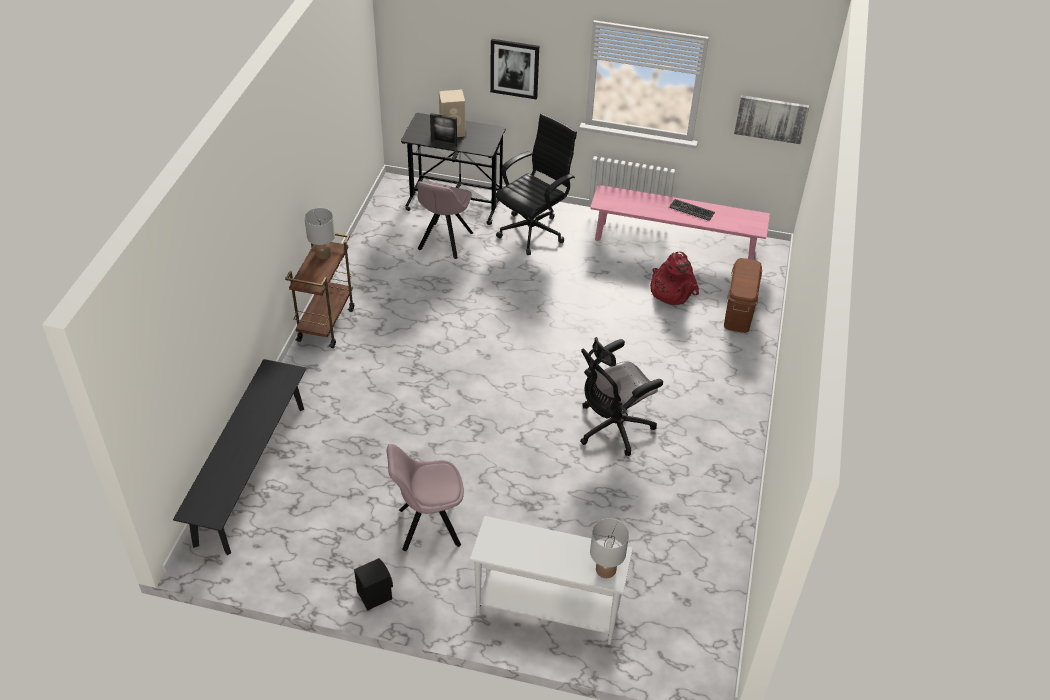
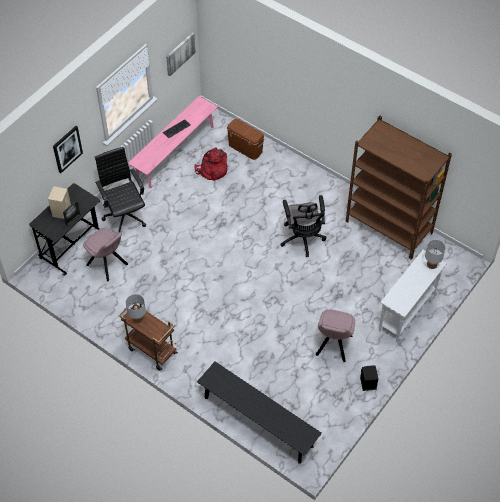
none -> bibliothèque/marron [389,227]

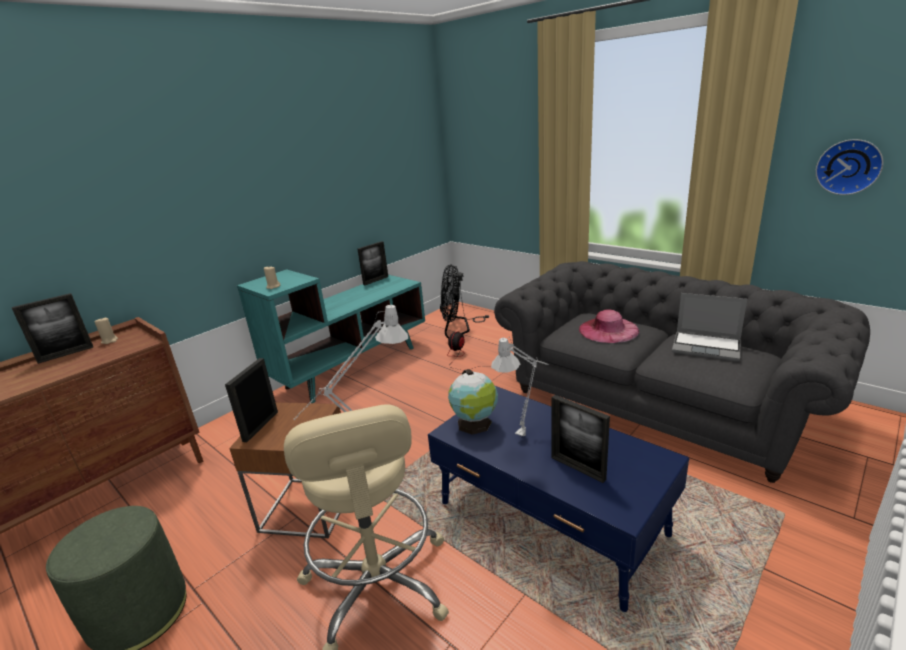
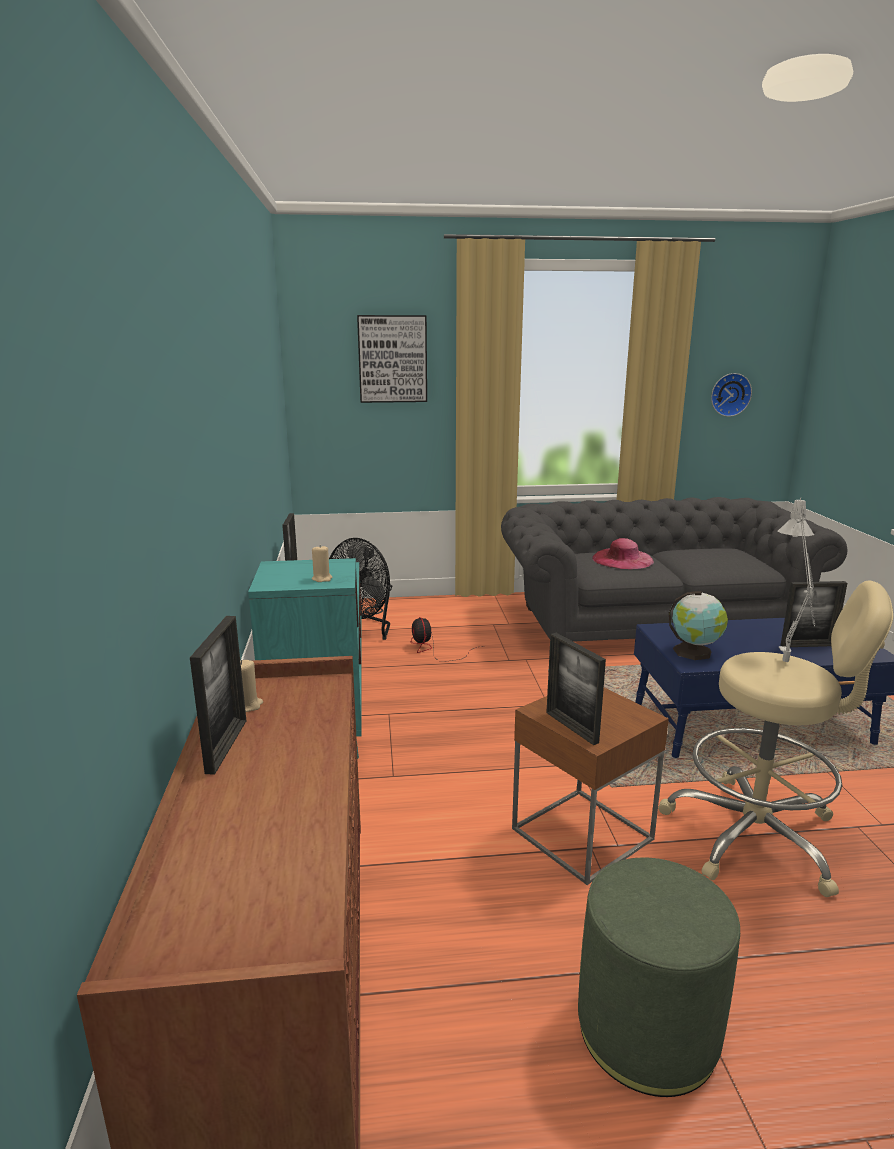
ordinateur portable [707,347] -> none
lampe de table/gris [526,433] -> none
none -> tableau [392,359]

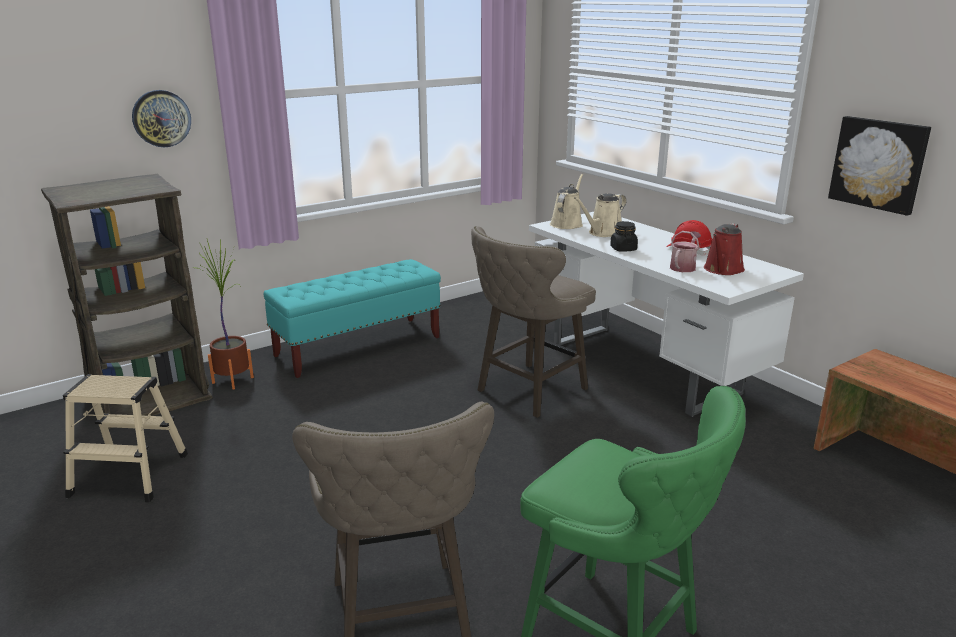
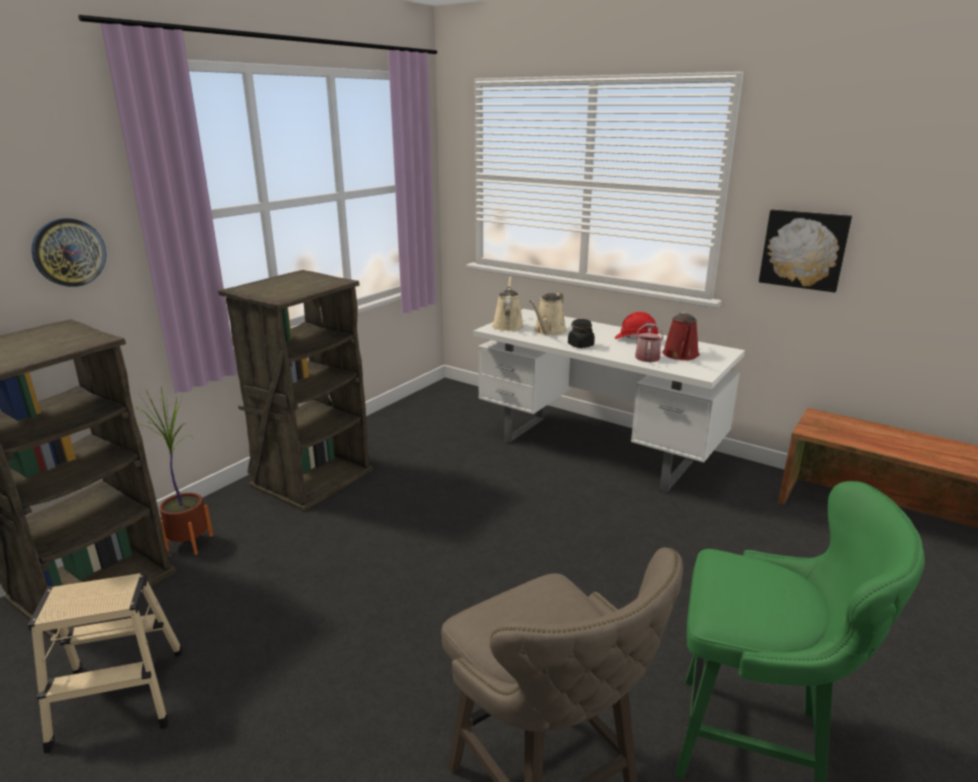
tabouret/beige [528,391] -> none
banc/turquoise [359,347] -> bibliothèque/marron [313,477]

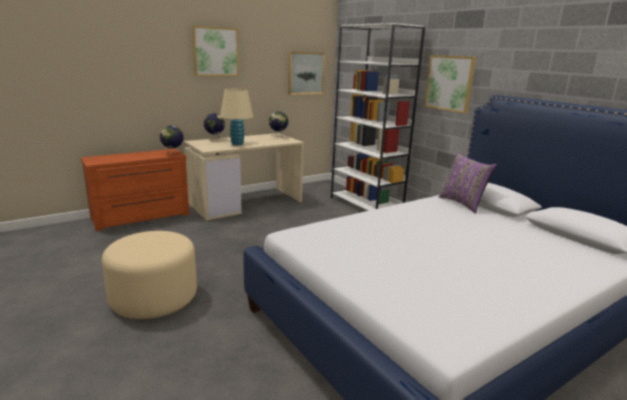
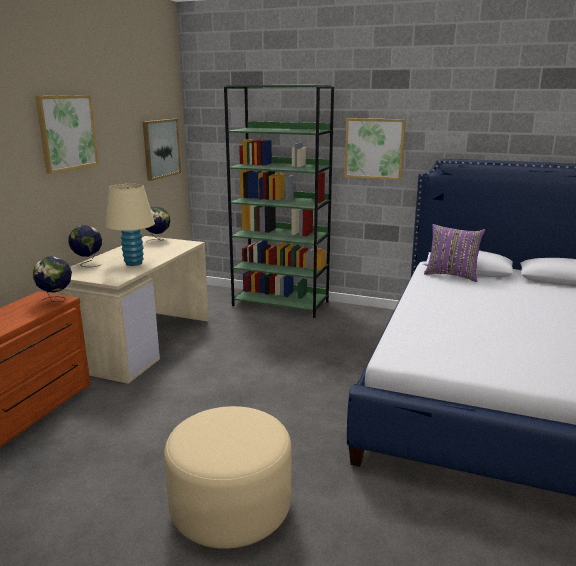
bibliothèque/blanc [366,205] -> bibliothèque/vert [281,303]

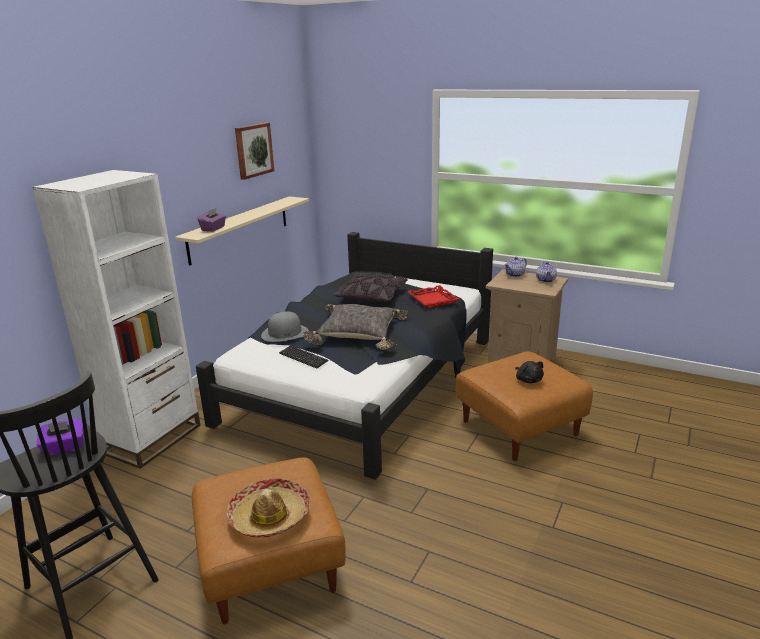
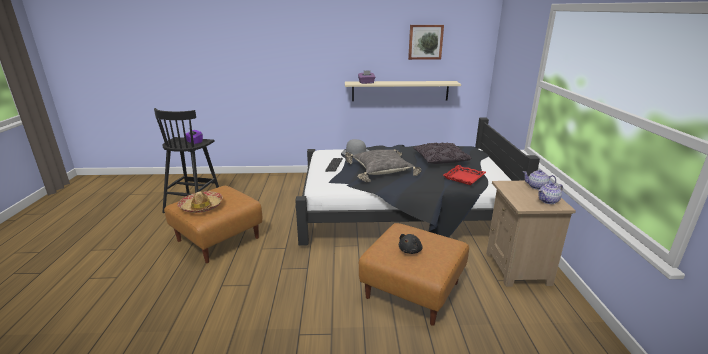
bibliothèque/blanc [151,439] -> none

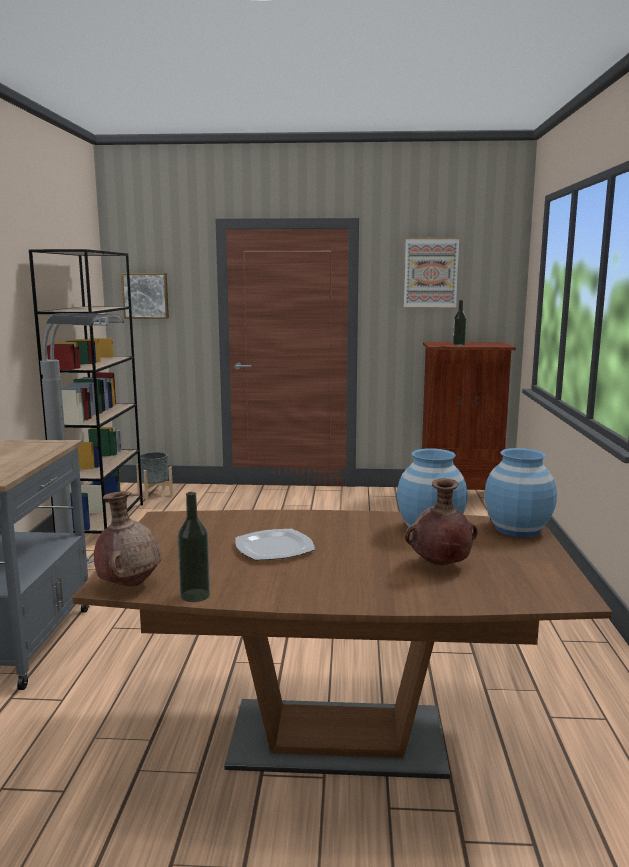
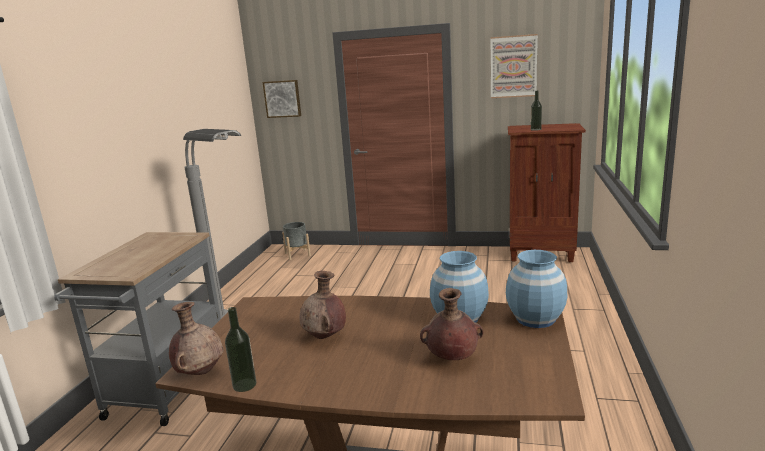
bibliothèque/beige [101,521] -> none
assiette [275,548] -> vase/marron [325,336]

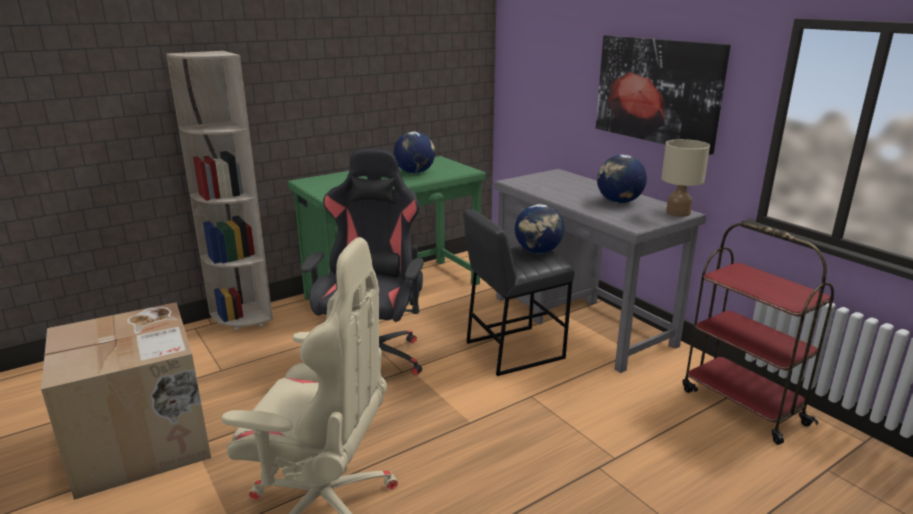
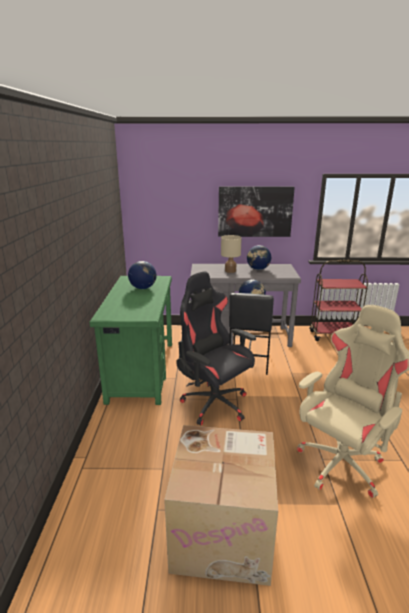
bibliothèque/beige [243,322] -> none
lampe de table/beige [677,213] -> lampe de table/beige [230,271], shifted

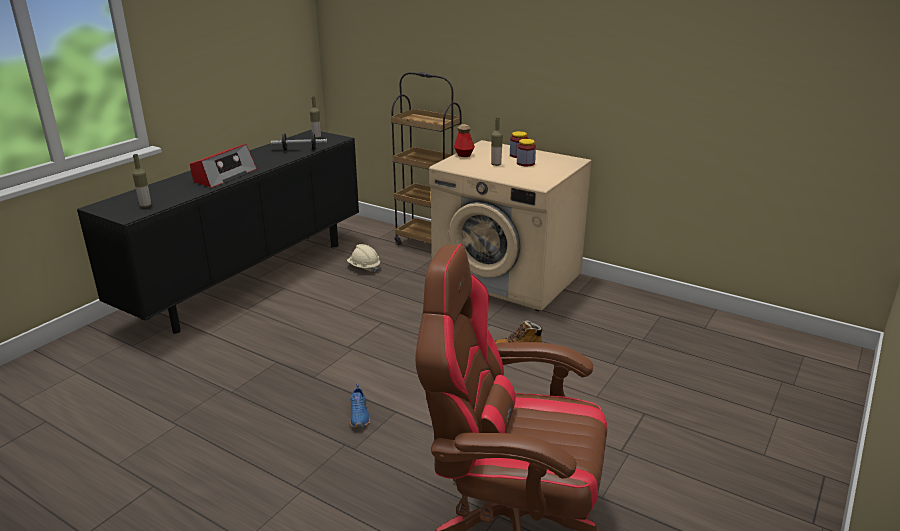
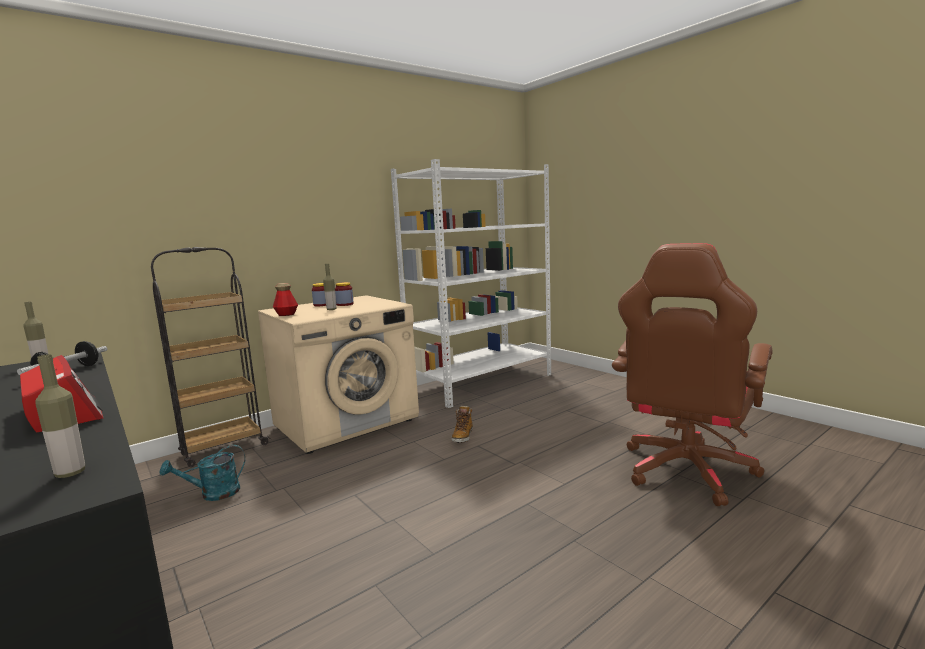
casque de chantier/beige [364,267] -> arrosoir/turquoise [213,494]
chaussure/bleu [360,416] -> none
none -> bibliothèque/blanc [481,382]

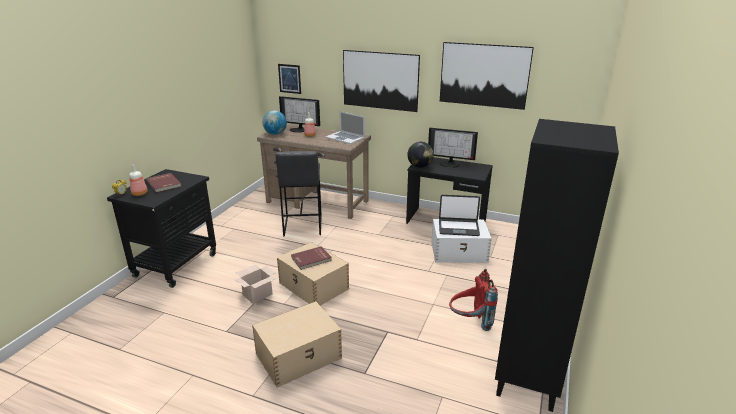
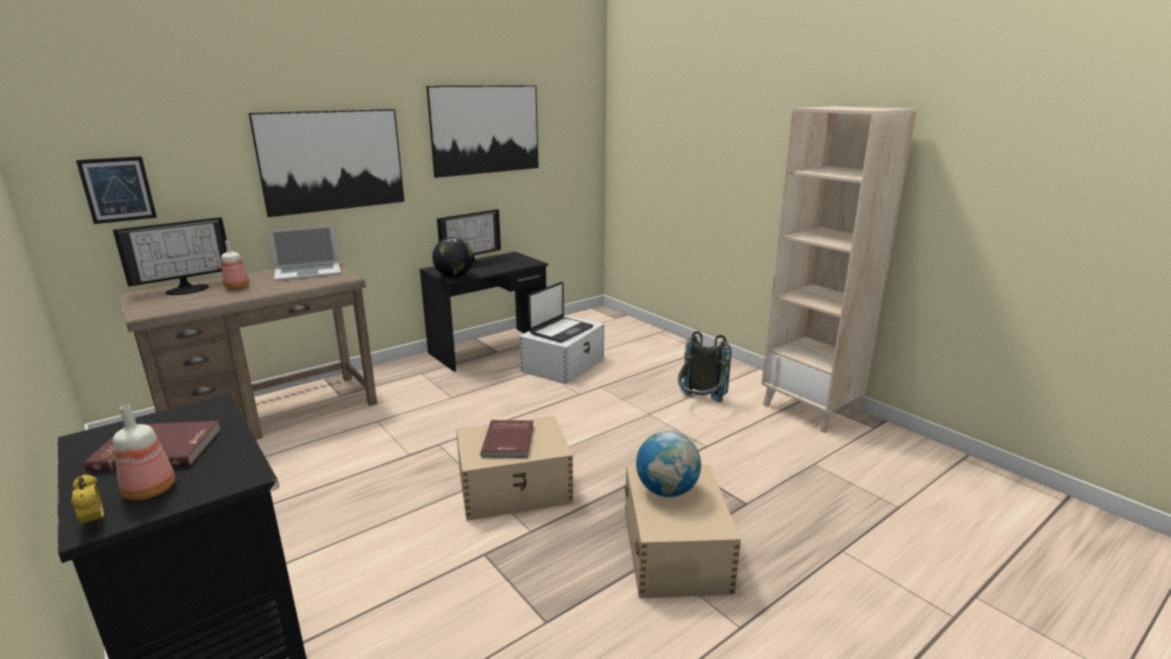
globe [275,134] -> globe [666,491], shifted
bibliothèque/noir [528,380] -> bibliothèque/beige [811,409]
tabouret/gris [302,226] -> none
carton [258,294] -> none
sac à dos/rouge [470,322] -> sac à dos/gris [700,405]

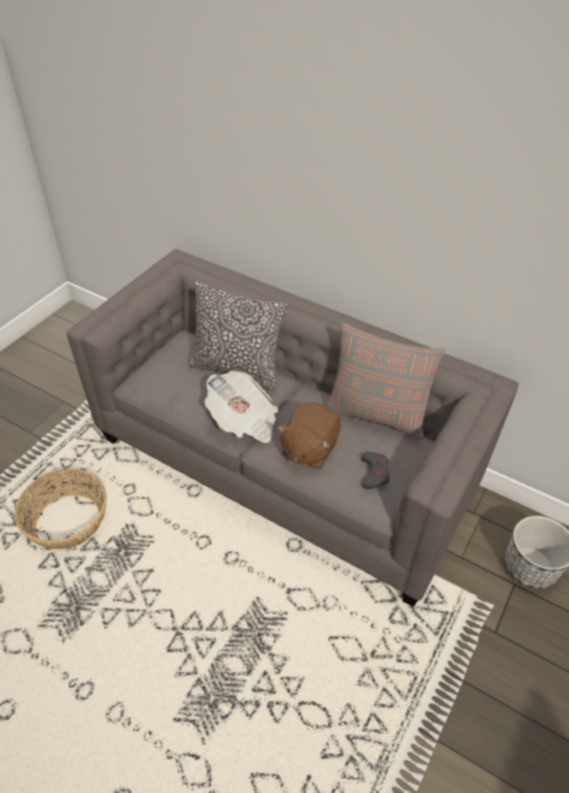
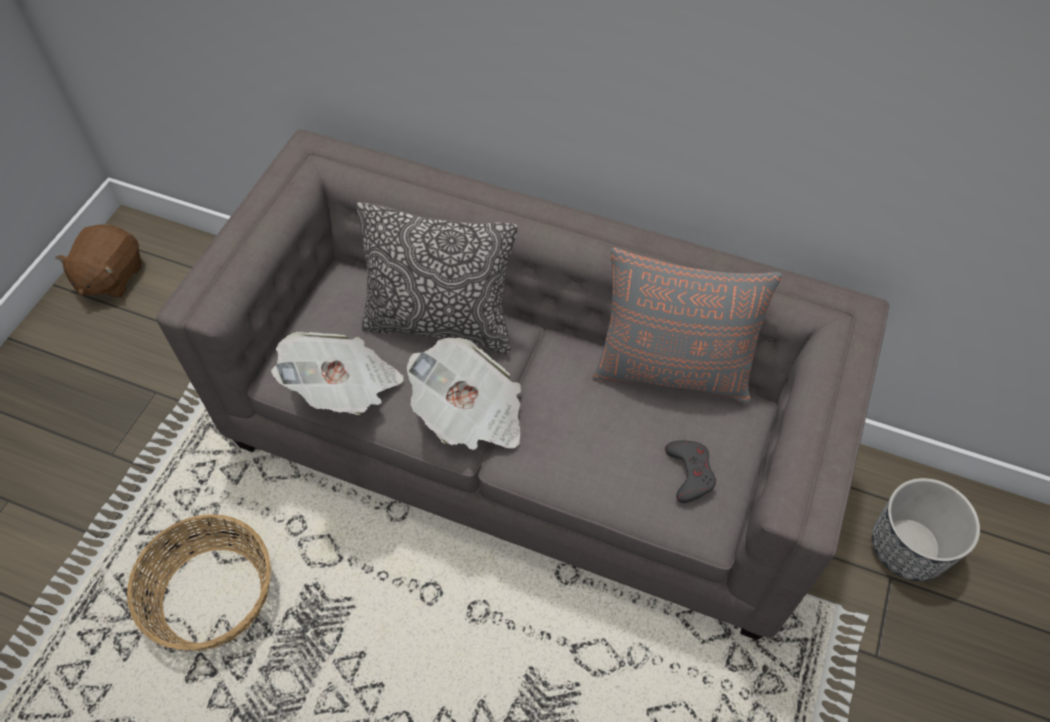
peluche/marron [308,448] -> peluche/marron [110,277], shifted
none -> journal [344,387]

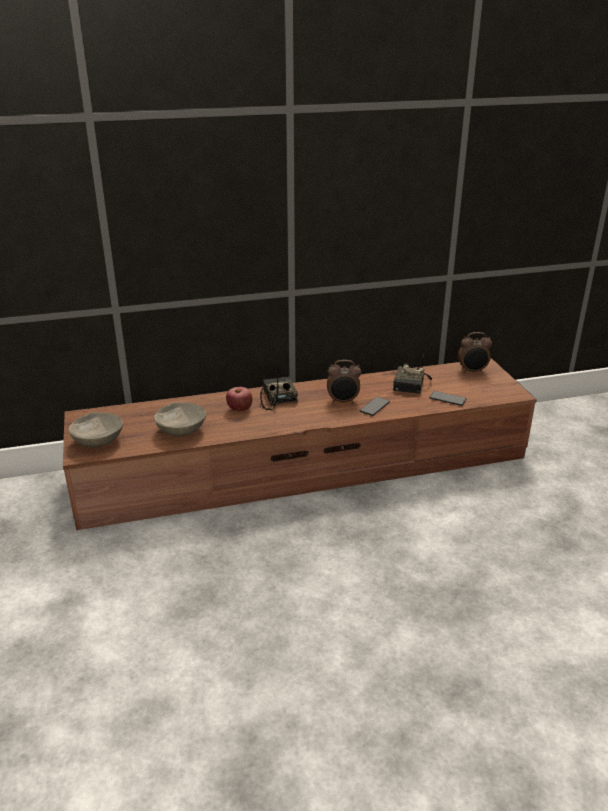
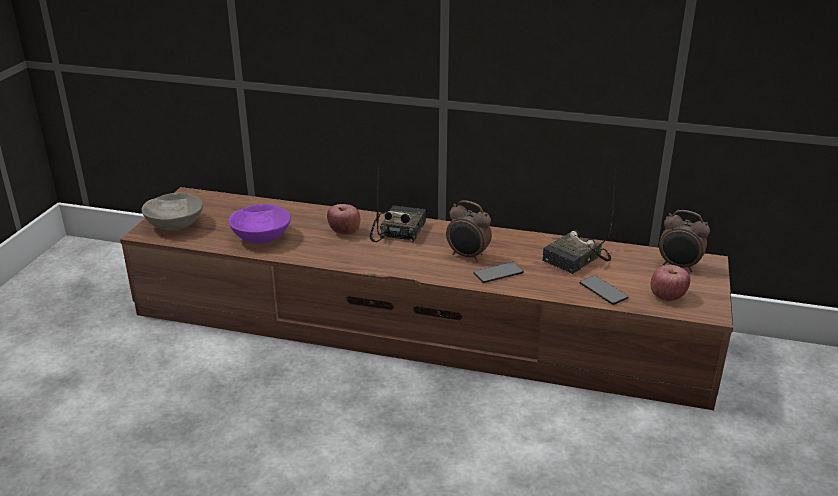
bol/gris [181,431] -> bol/violet [260,238]
none -> pomme [667,296]

